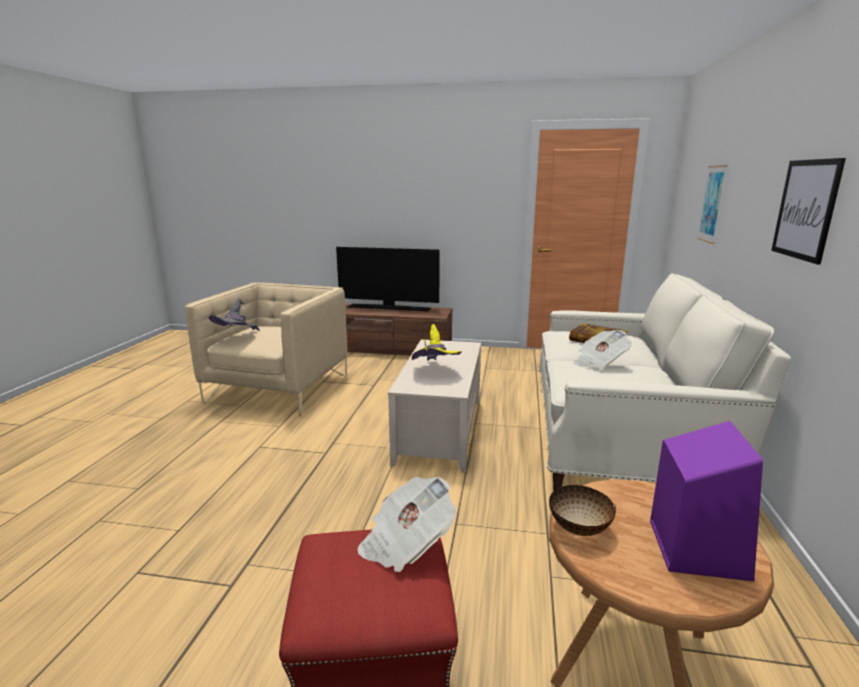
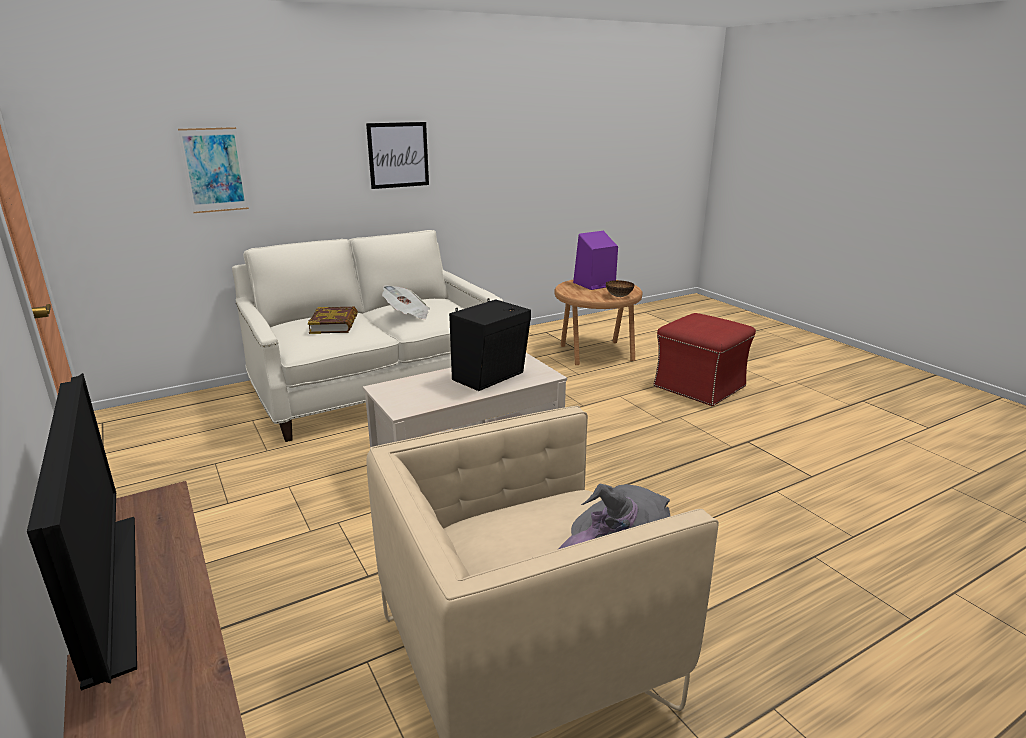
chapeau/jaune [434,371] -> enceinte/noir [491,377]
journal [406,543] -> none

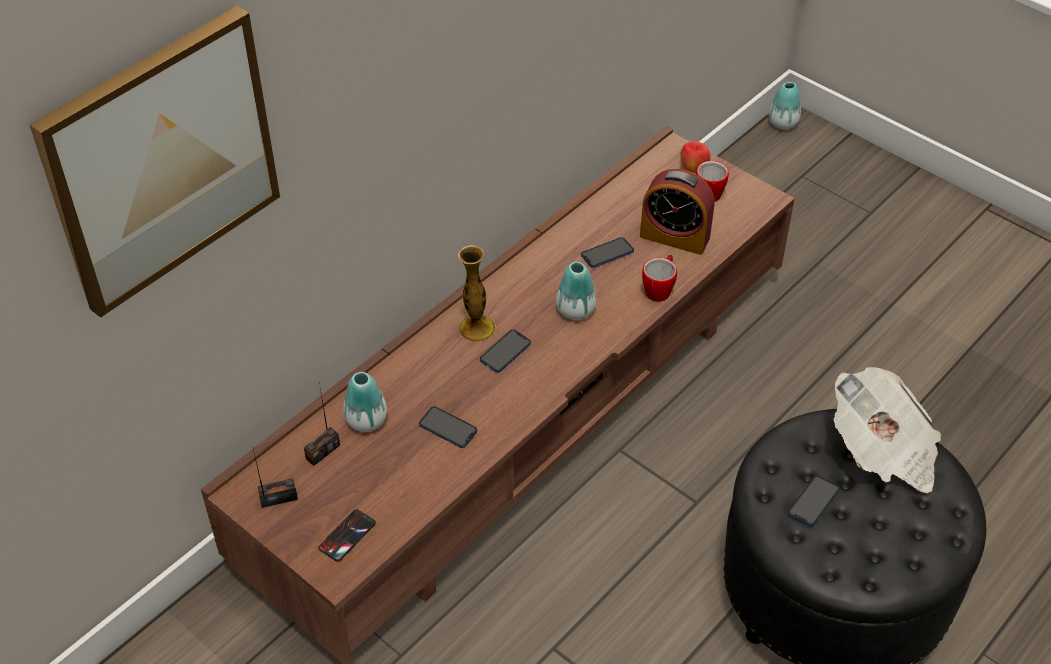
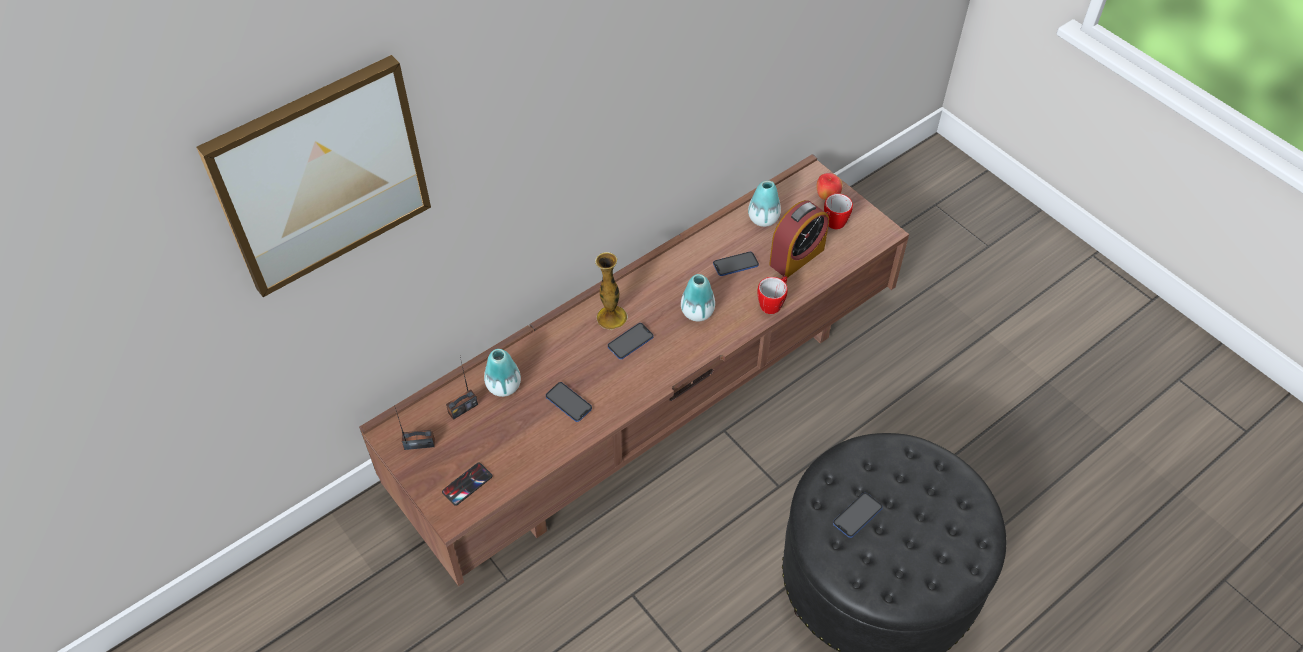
vase [782,123] -> vase [763,219], shifted
réveil [674,237] -> réveil [796,257], 75 degrees counterclockwise
journal [883,451] -> none

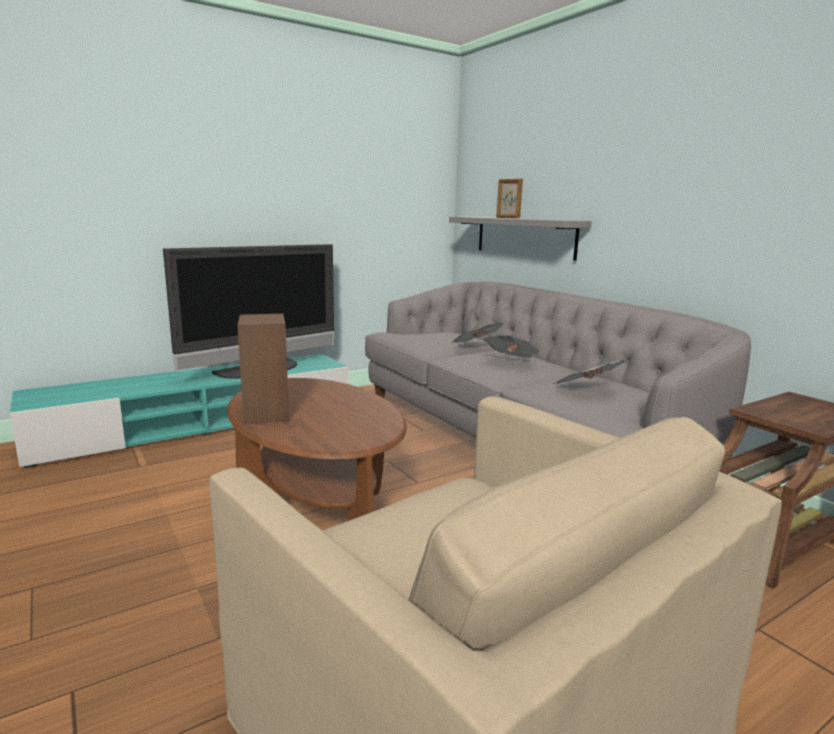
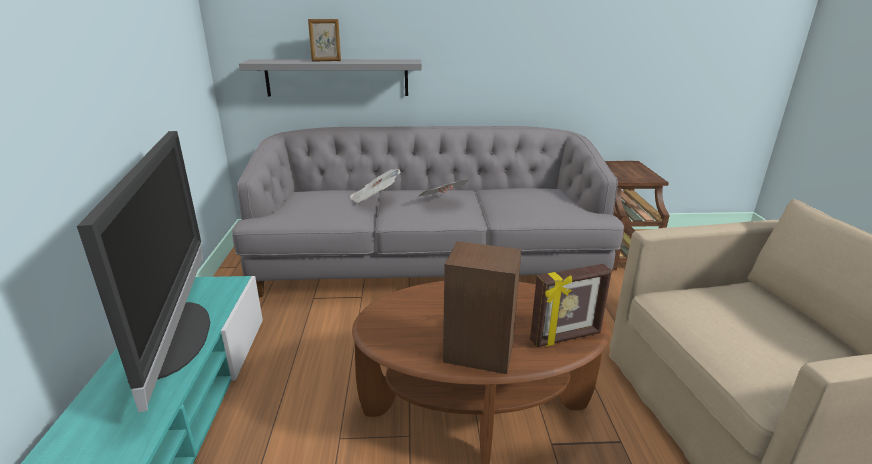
journal [586,390] -> none
none -> cadre photo [566,338]

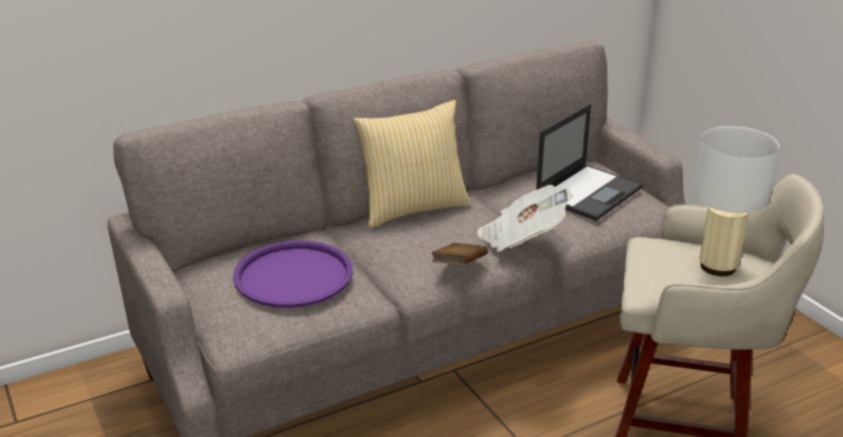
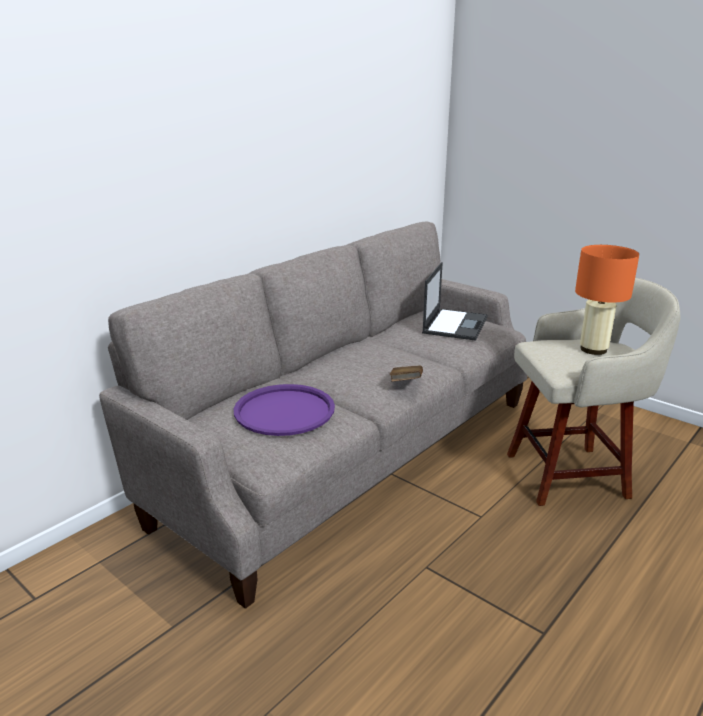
coussin [412,208] -> none
lampe de table/blanc [719,267] -> lampe de table/orange [594,349]
journal [521,238] -> none

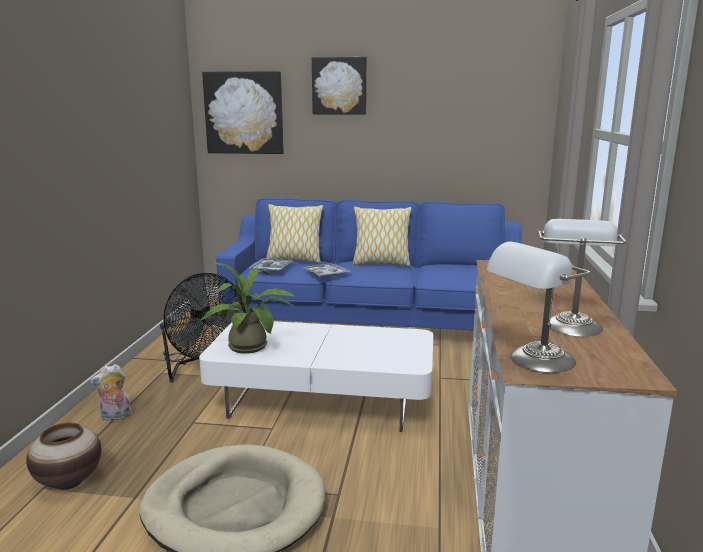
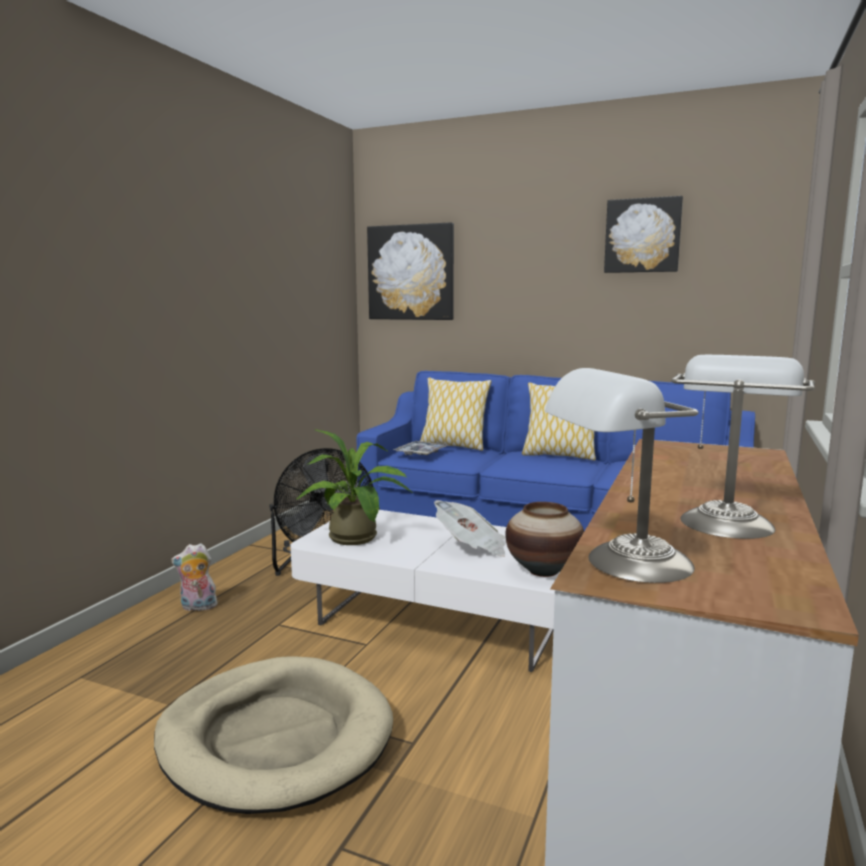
tableau [339,86] -> tableau [642,236], shifted
plateau [326,274] -> none
vase [69,481] -> vase [543,570], shifted
none -> journal [471,547]

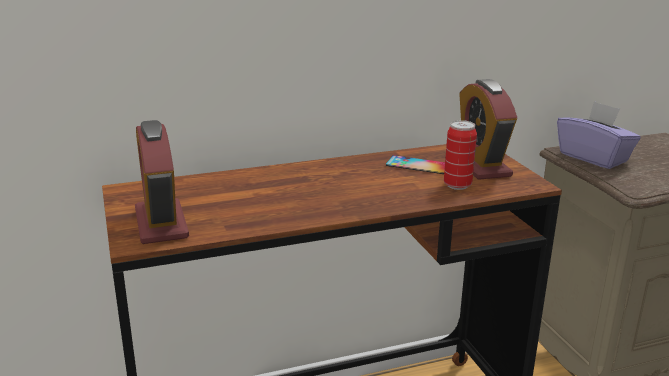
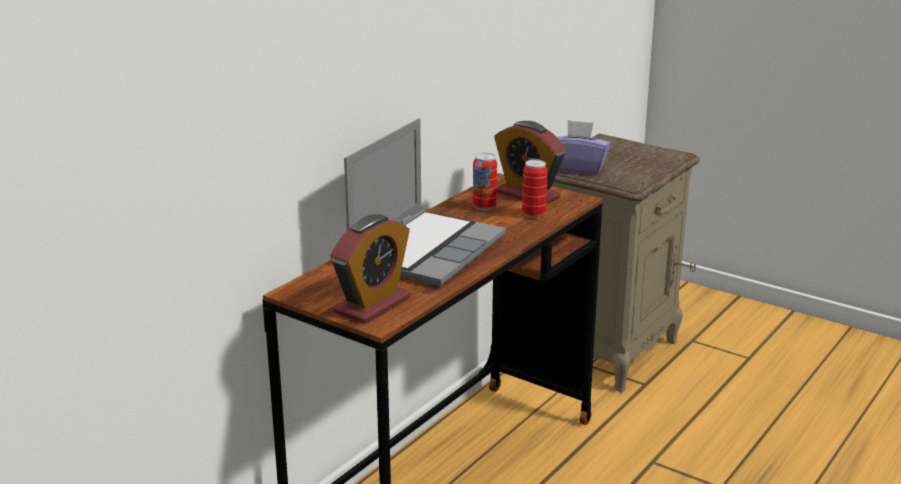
réveil [161,223] -> réveil [372,305], 90 degrees counterclockwise
téléphone [418,165] -> boîte métallique [484,207]
none -> ordinateur portable [427,250]

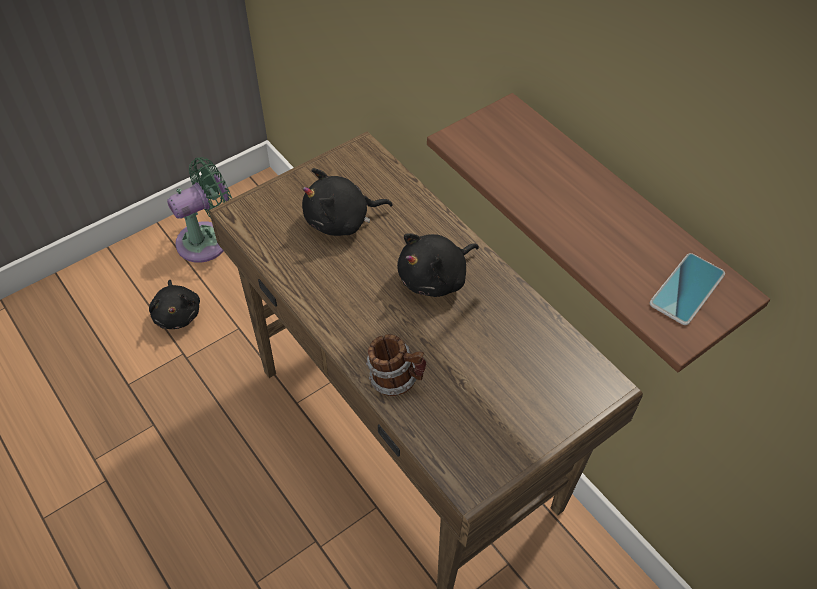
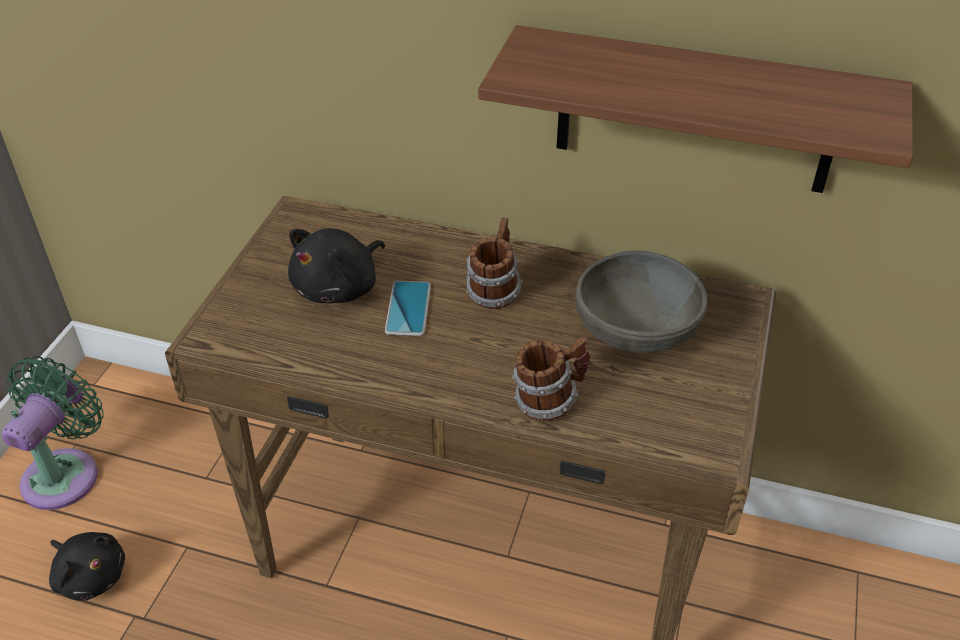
peluche/noir [435,278] -> mug [493,291]
téléphone [687,289] -> téléphone [408,309], shifted
none -> bol/gris [636,329]

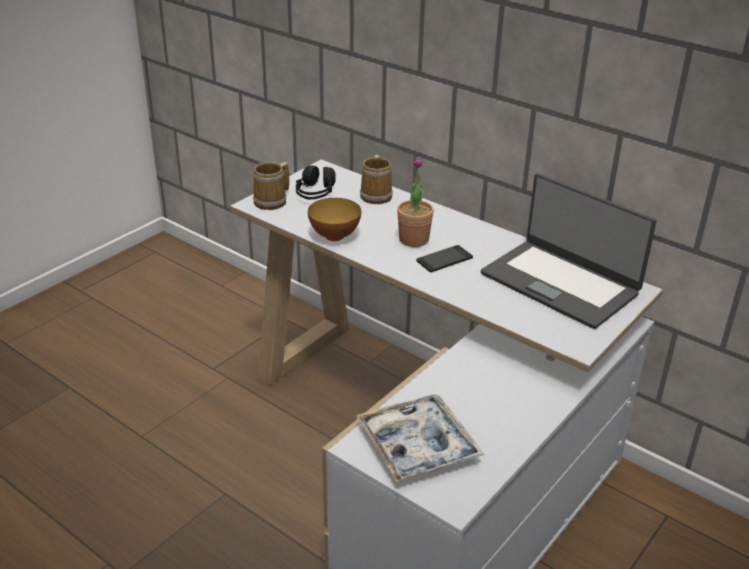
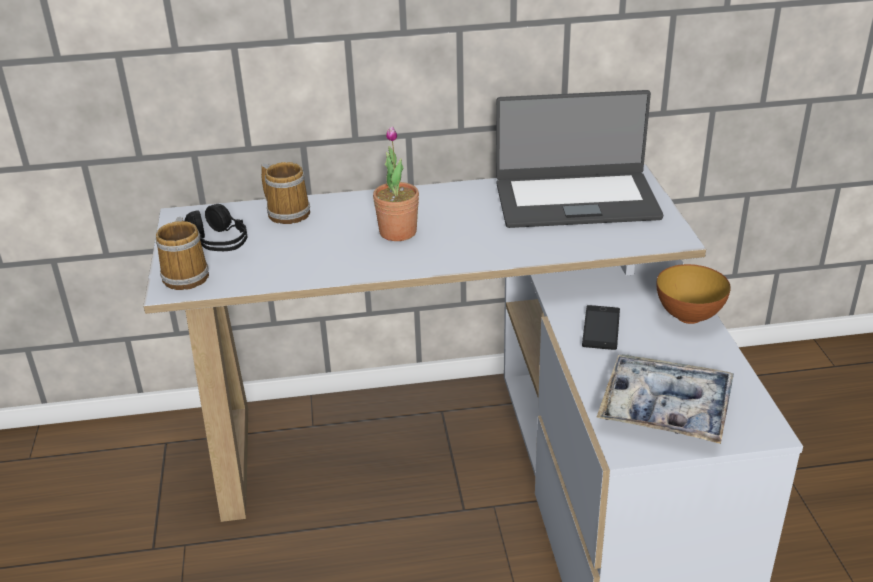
bol [334,236] -> bol [688,316], shifted
téléphone [444,259] -> téléphone [601,328], shifted

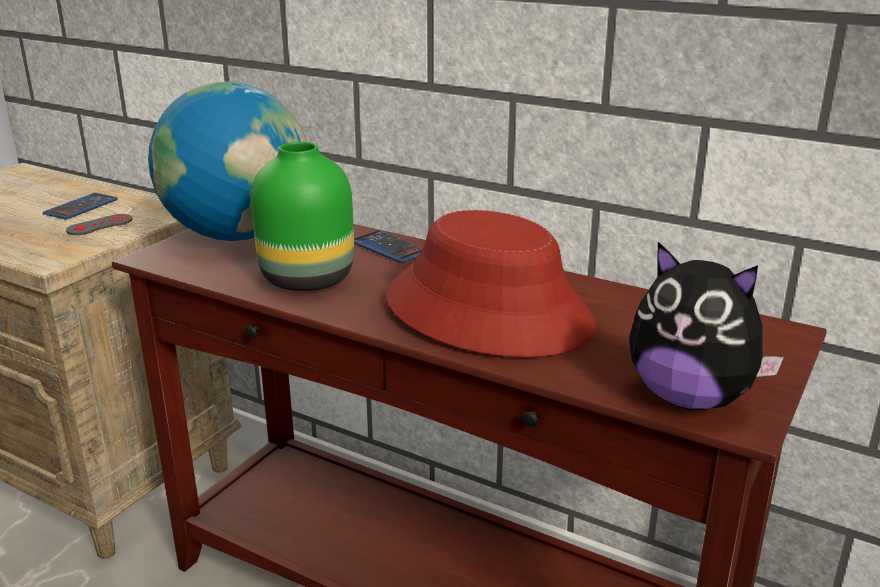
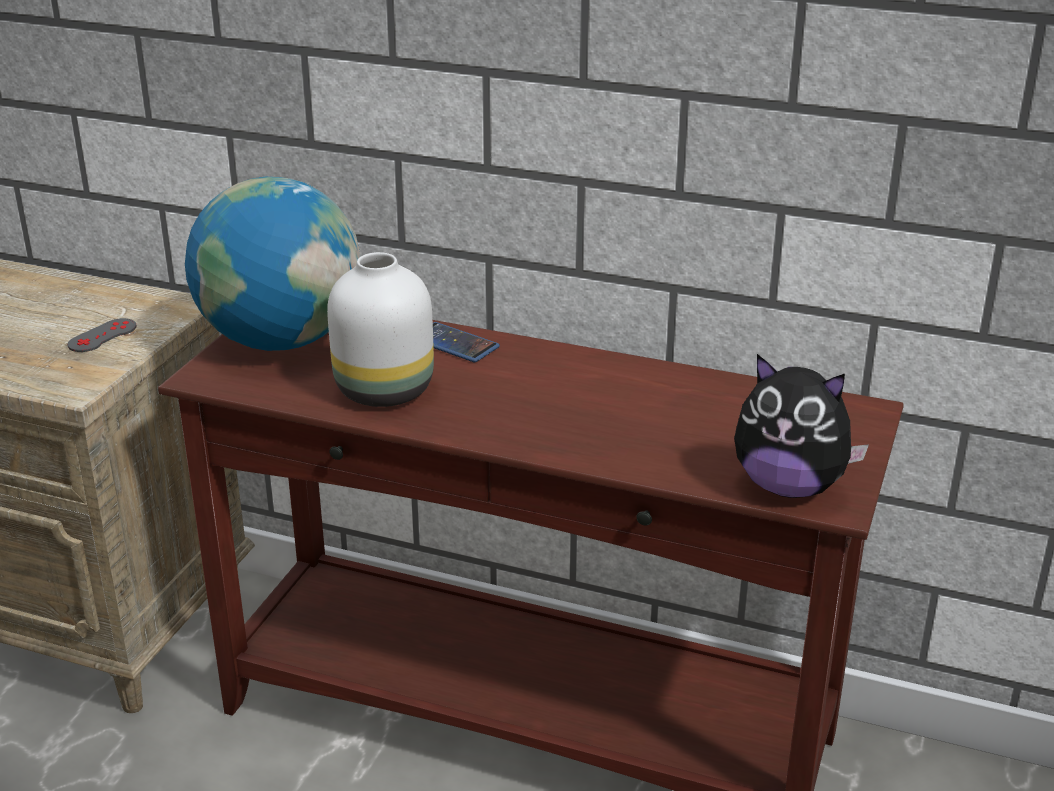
vase/vert [305,279] -> vase/blanc [382,391]
téléphone [81,207] -> none
chapeau/rouge [488,311] -> none

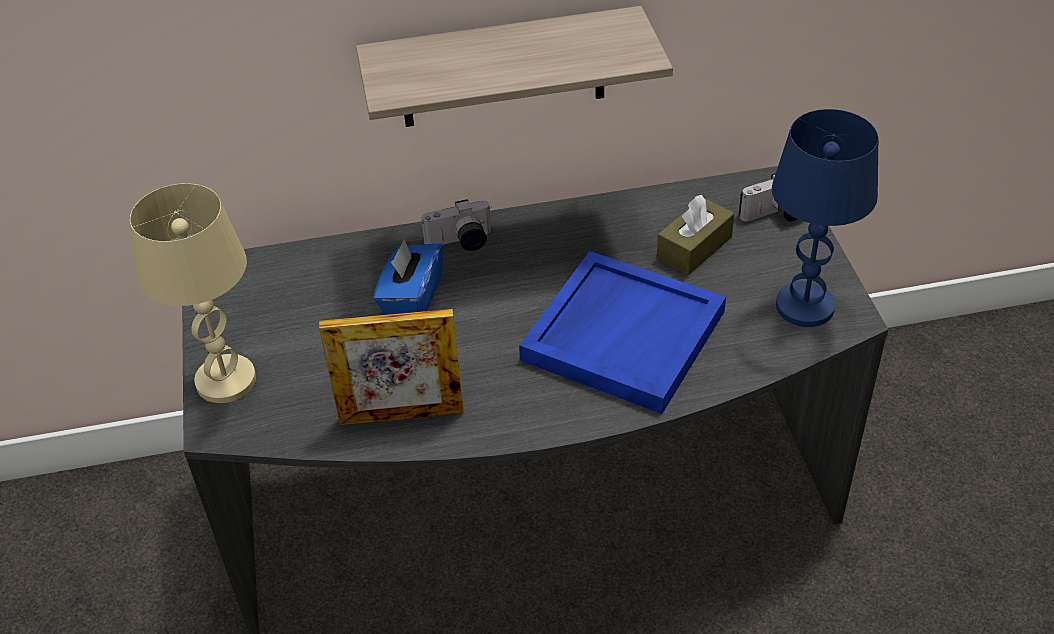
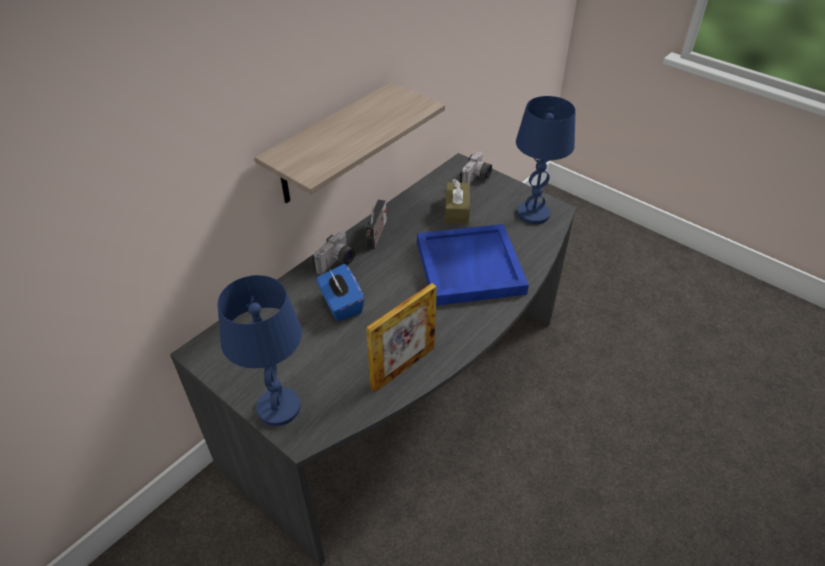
lampe de table/beige [226,381] -> lampe de table/bleu [279,408]
none -> radio [376,235]

